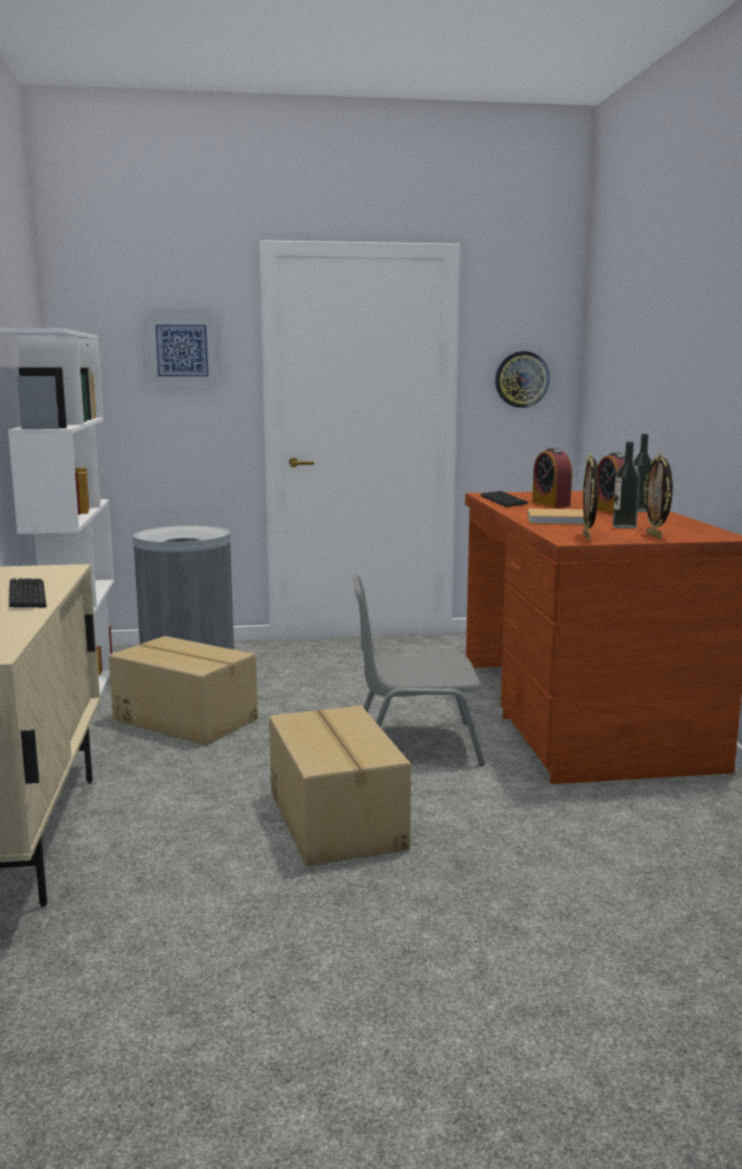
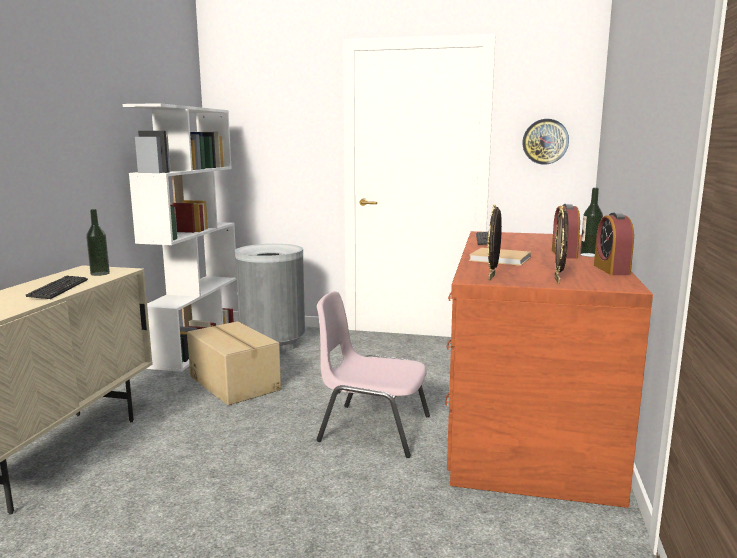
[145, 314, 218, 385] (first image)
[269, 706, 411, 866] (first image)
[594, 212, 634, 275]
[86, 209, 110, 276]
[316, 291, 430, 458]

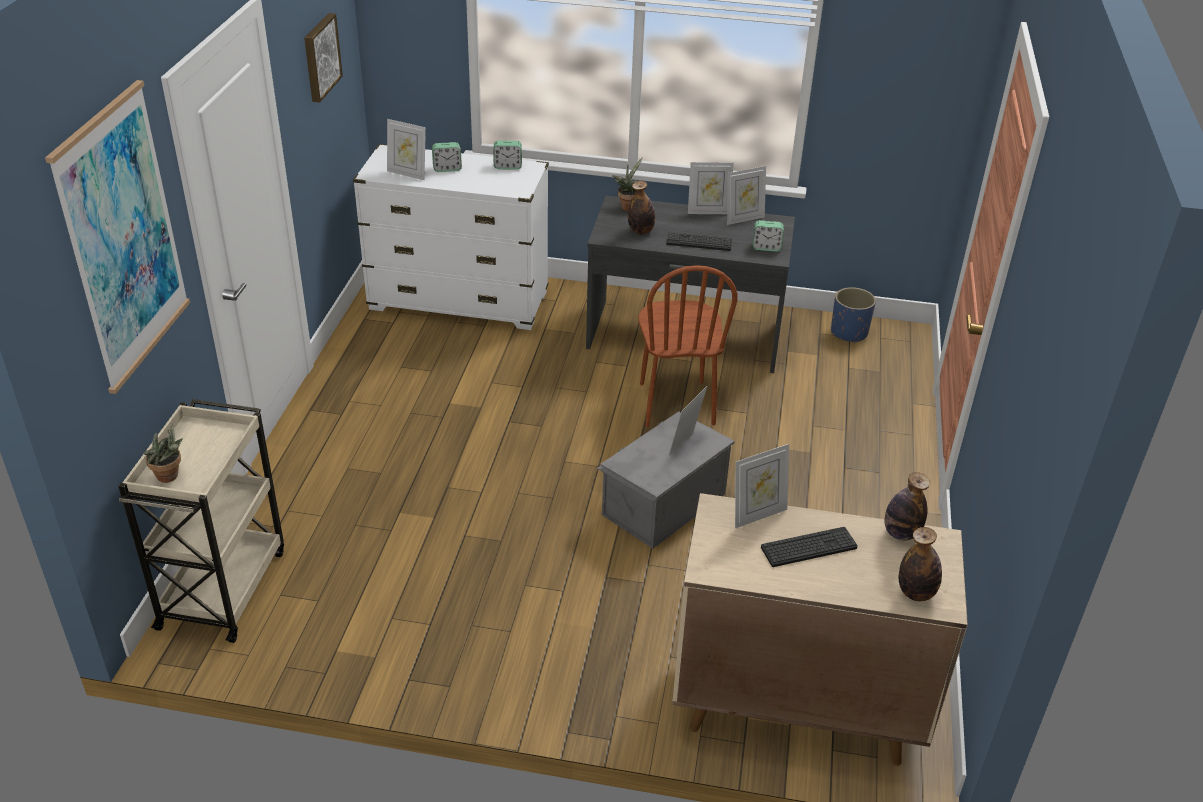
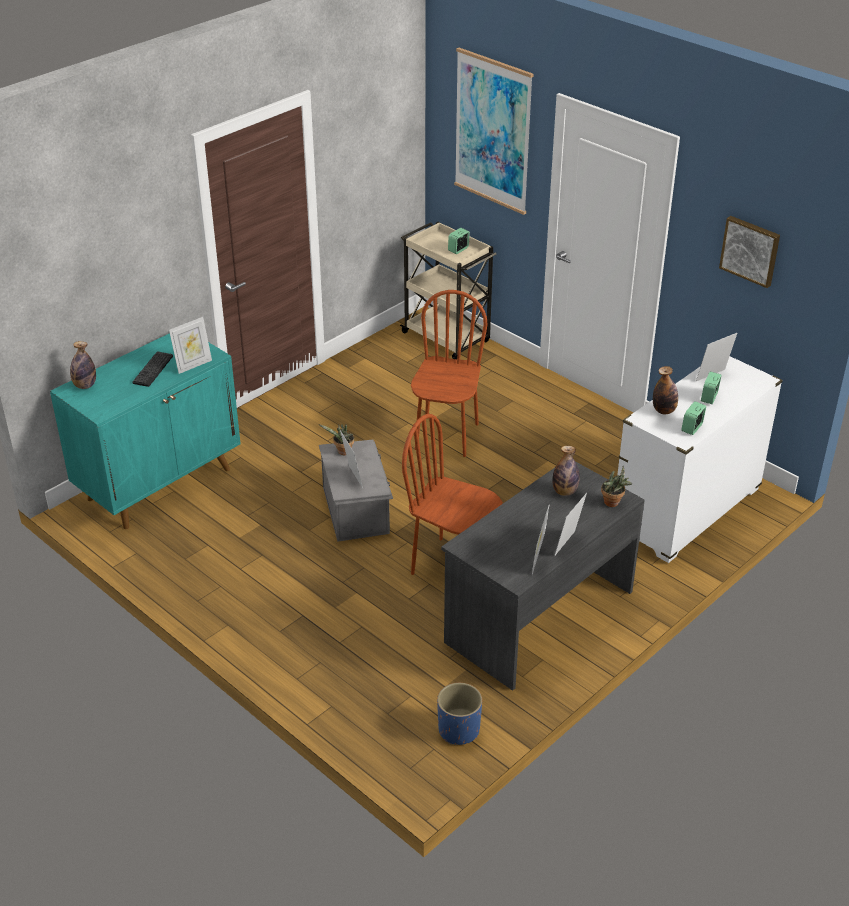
[666, 232, 732, 251] (first image)
[411, 290, 487, 457]
[319, 424, 354, 455]
[448, 228, 470, 254]
[653, 366, 678, 414]
[50, 333, 241, 529]
[169, 317, 212, 374]

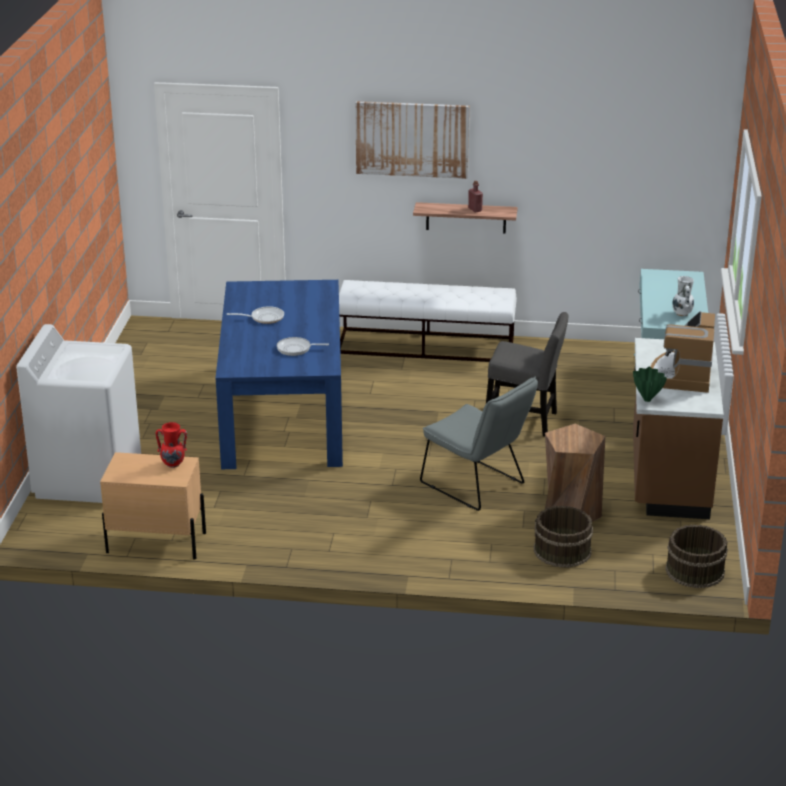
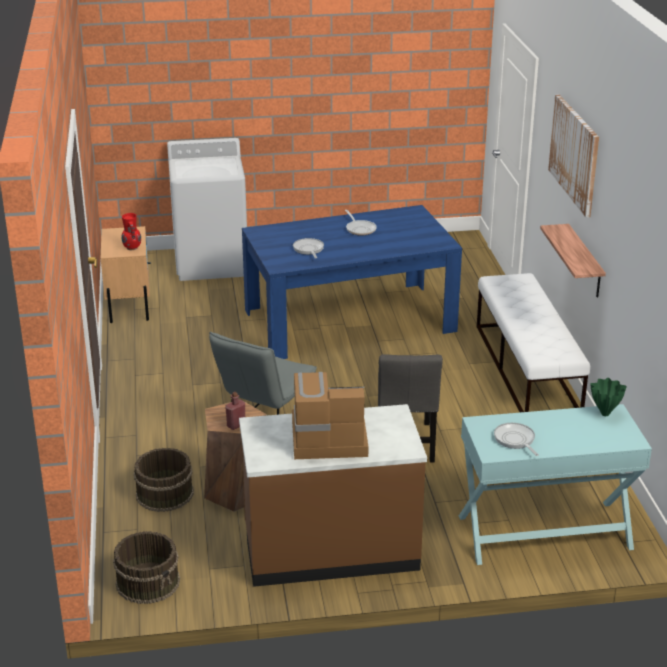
[225, 392, 245, 430]
[591, 378, 627, 416]
[494, 423, 539, 456]

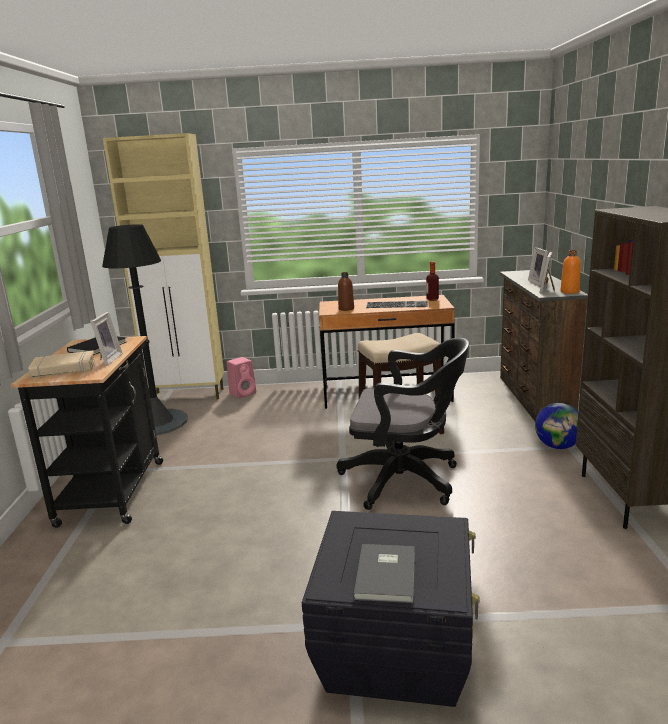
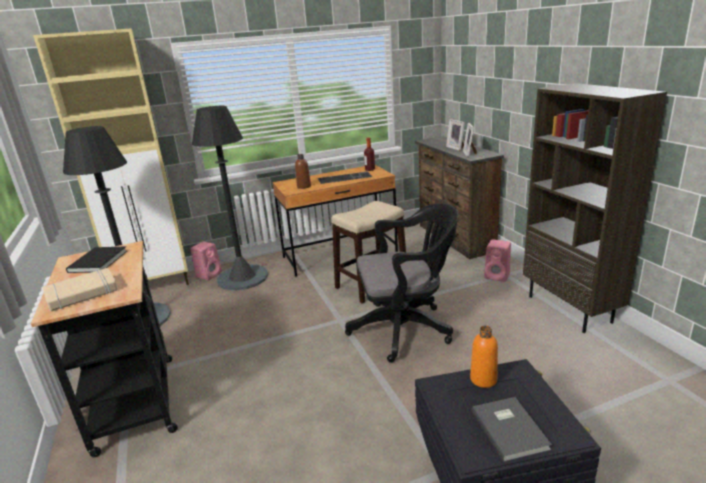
[90, 312, 122, 366] (first image)
[192, 106, 268, 291]
[470, 326, 498, 388]
[484, 239, 511, 282]

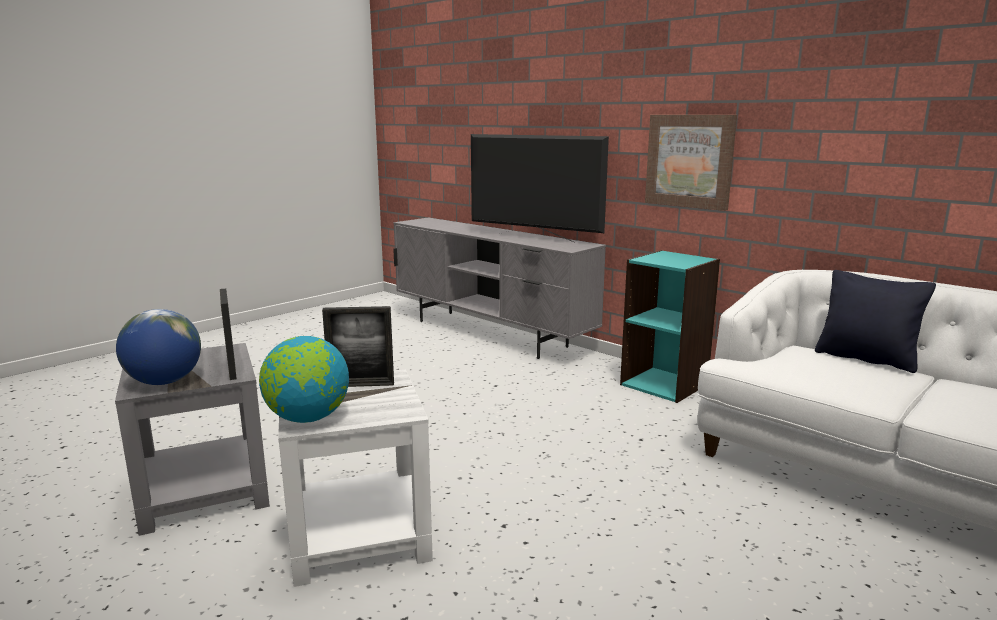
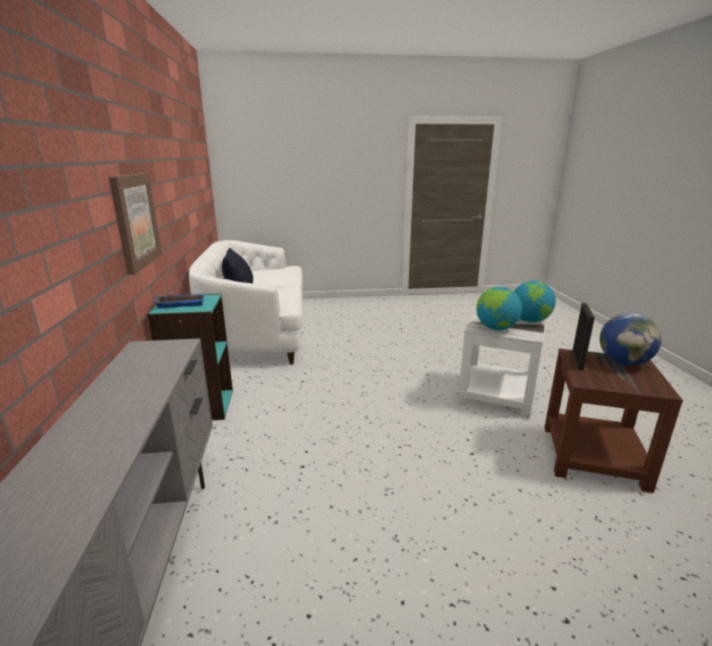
[471, 134, 609, 243] (first image)
[153, 294, 205, 309]
[476, 287, 522, 330]
[545, 349, 683, 493]

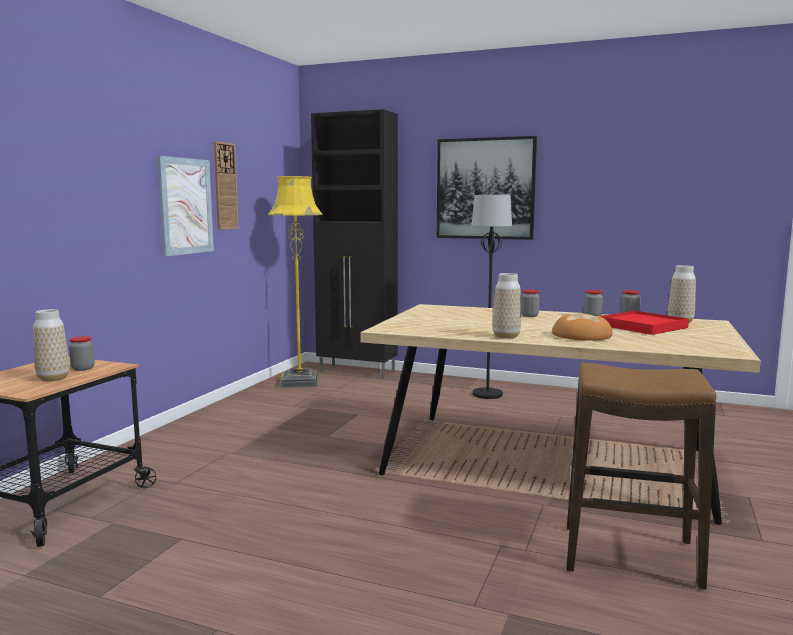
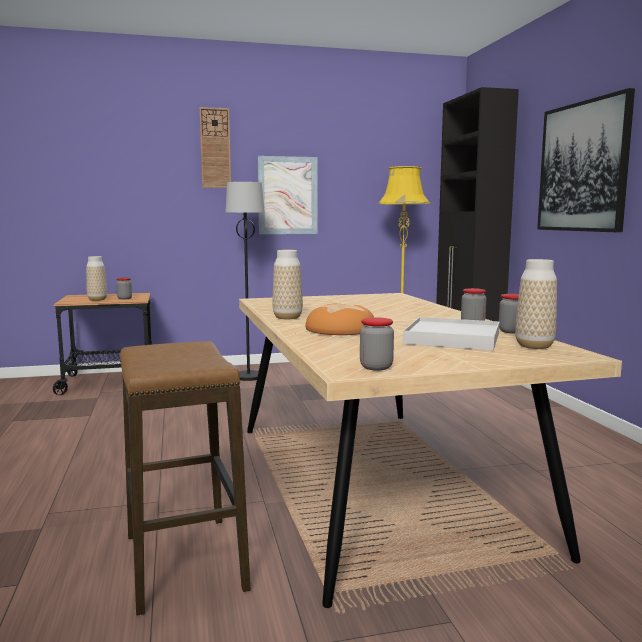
[199, 107, 231, 188]
[225, 182, 265, 381]
[360, 317, 394, 370]
[403, 317, 500, 351]

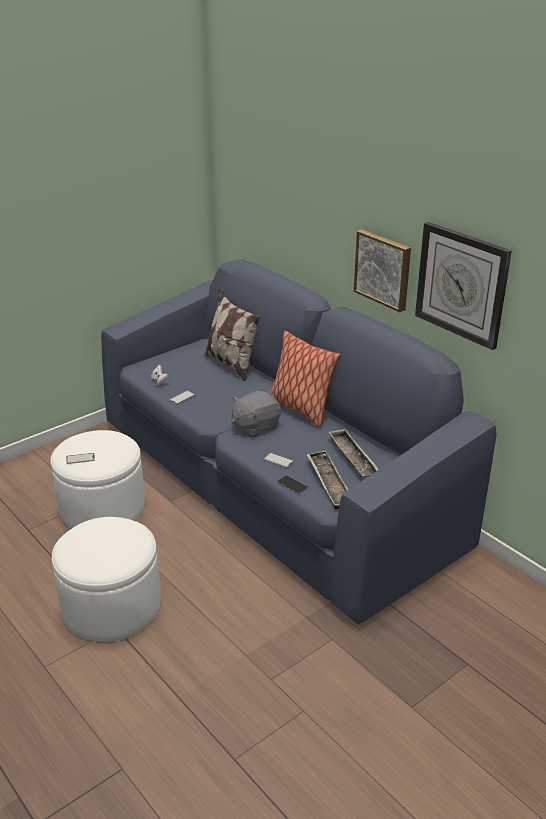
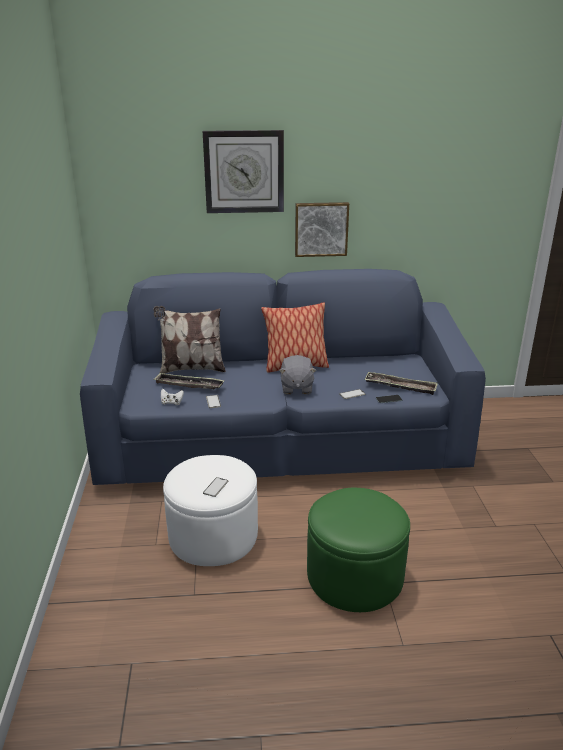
[153, 373, 225, 389]
[203, 130, 284, 213]
[307, 488, 410, 612]

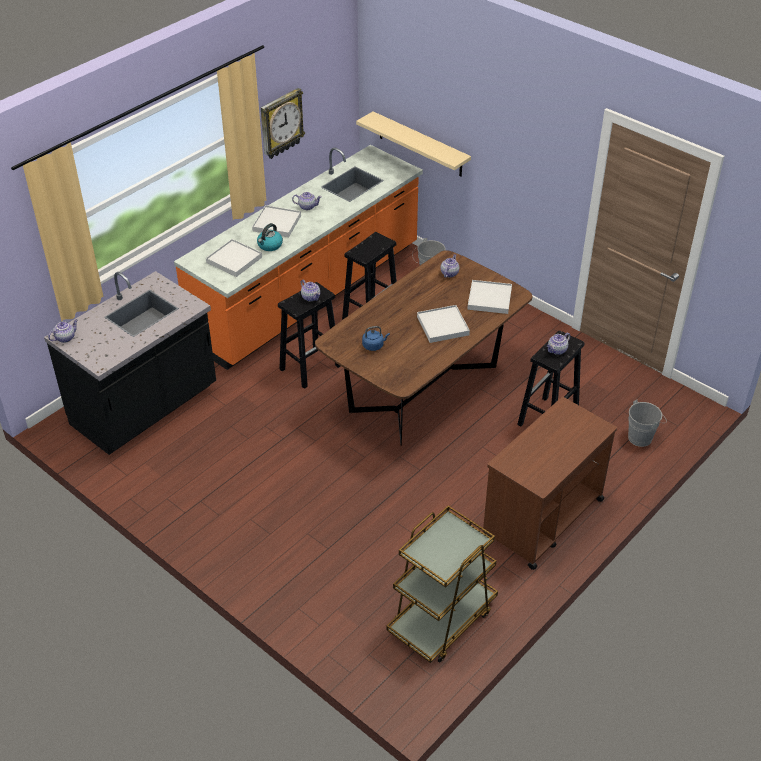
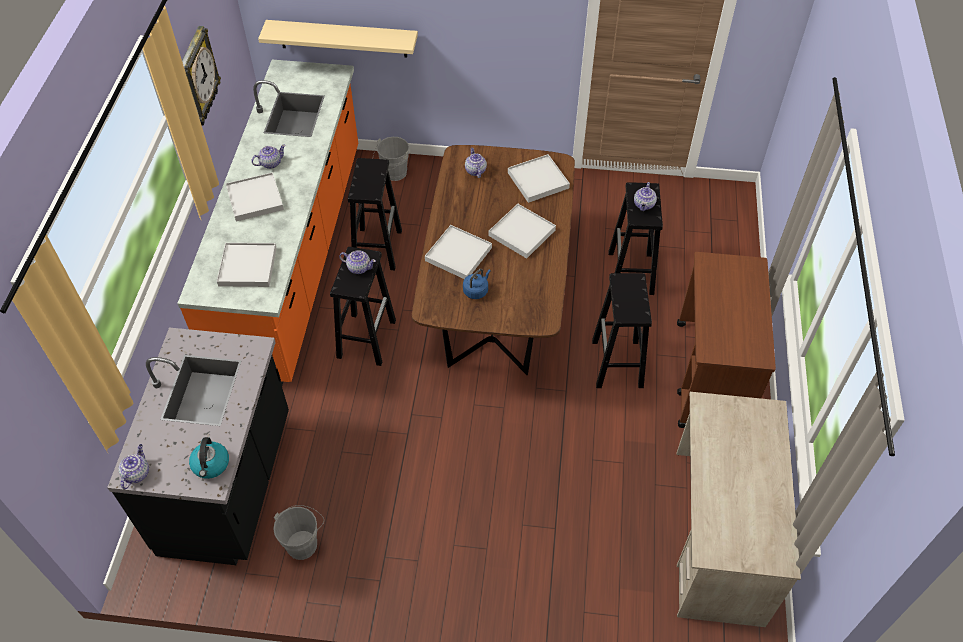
[425, 225, 492, 279]
[592, 273, 652, 388]
[189, 437, 229, 479]
[273, 505, 324, 560]
[676, 392, 801, 627]

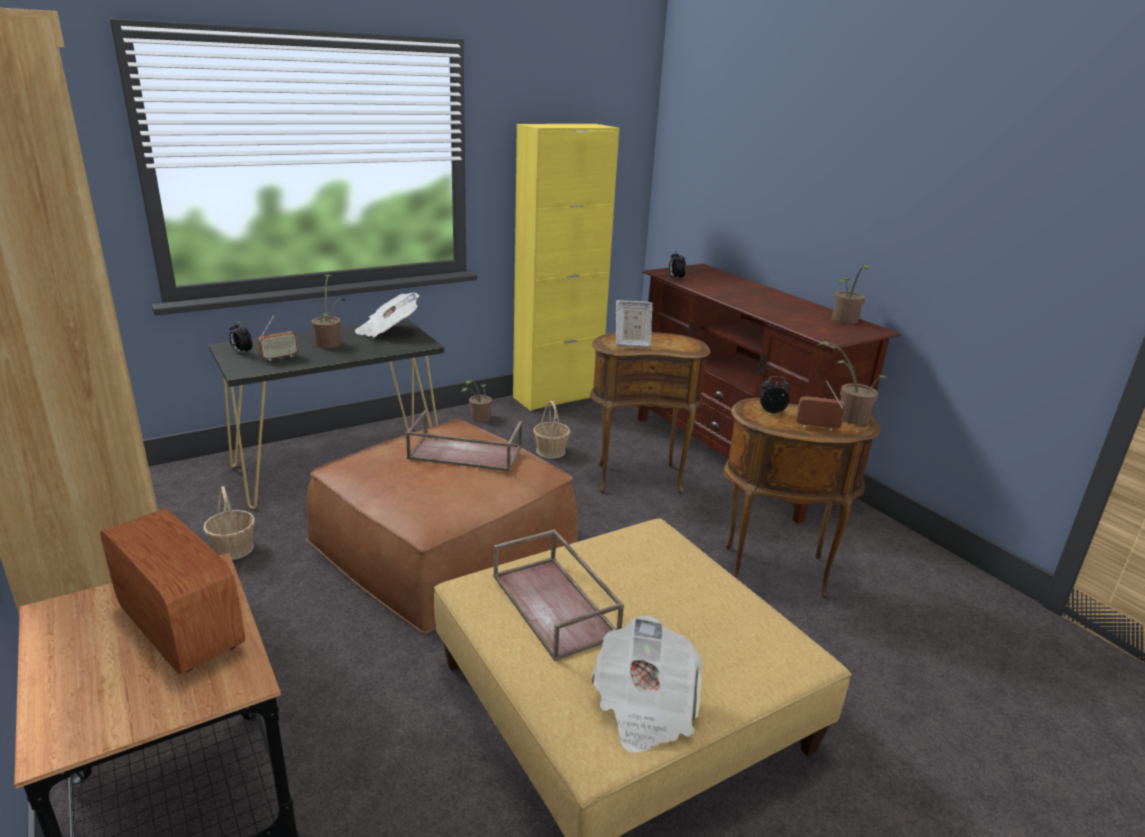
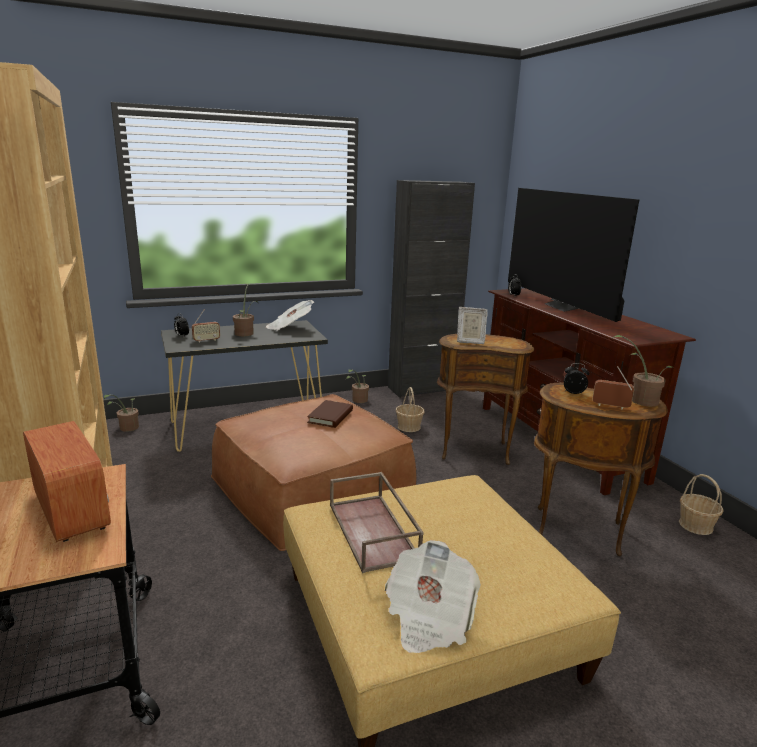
[508, 188, 639, 322]
[679, 474, 724, 535]
[104, 394, 139, 432]
[307, 400, 353, 428]
[388, 180, 475, 398]

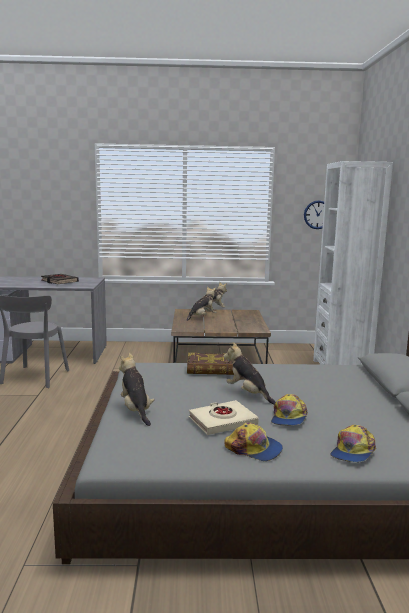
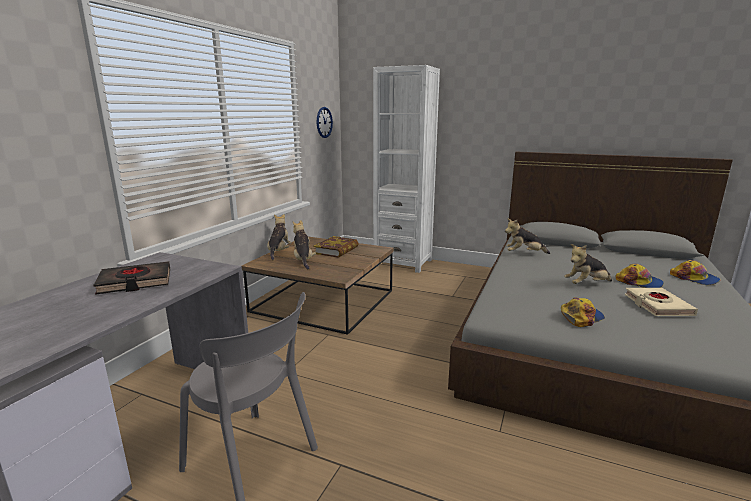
[505, 218, 550, 254]
[313, 236, 359, 258]
[561, 297, 605, 327]

